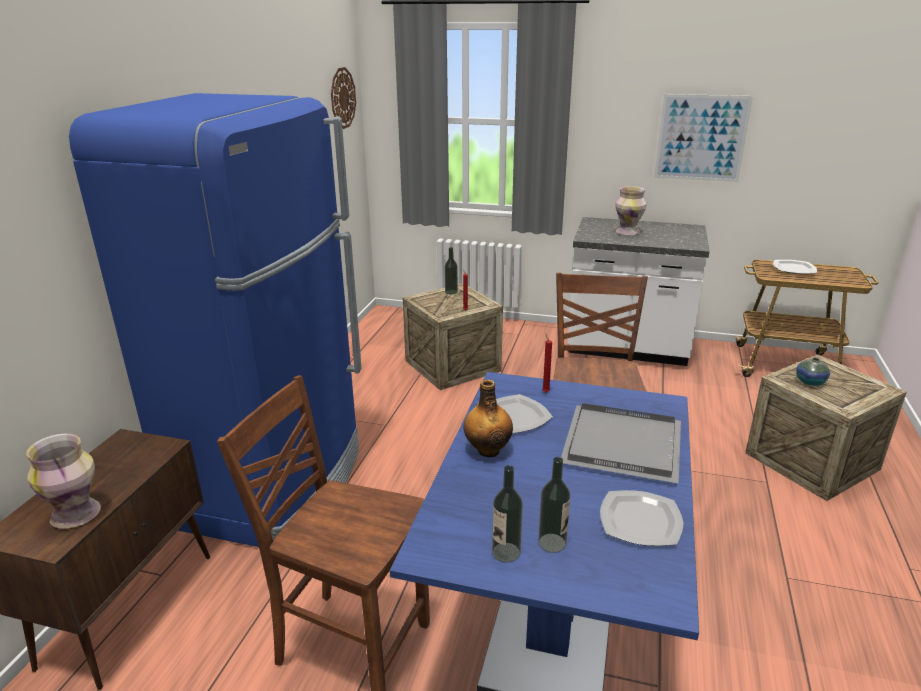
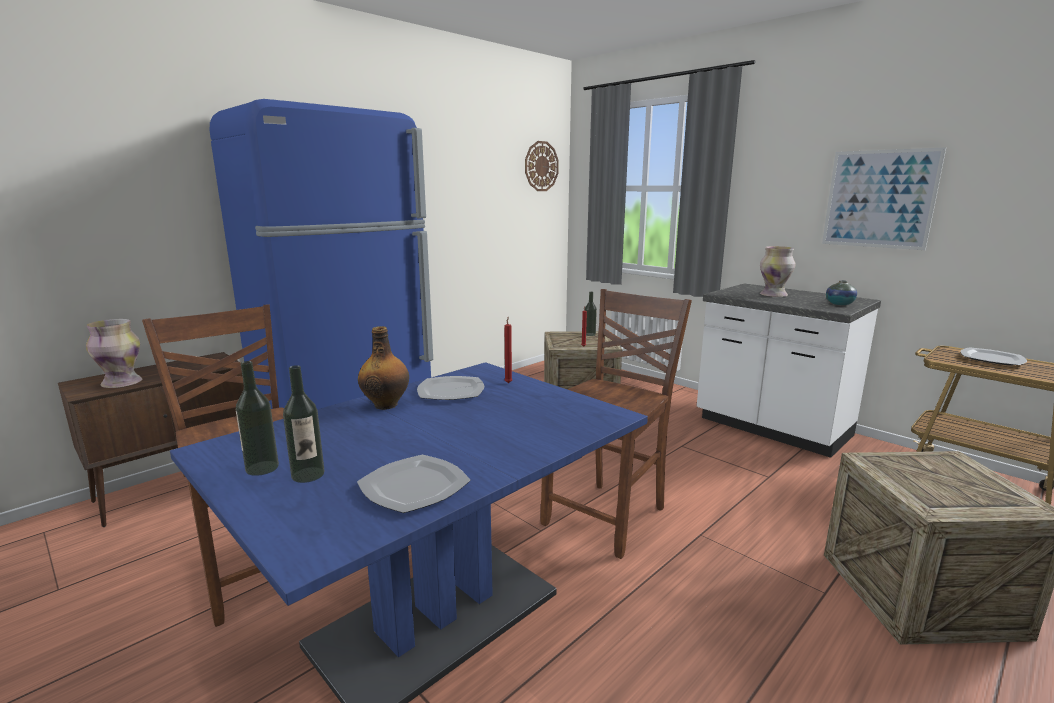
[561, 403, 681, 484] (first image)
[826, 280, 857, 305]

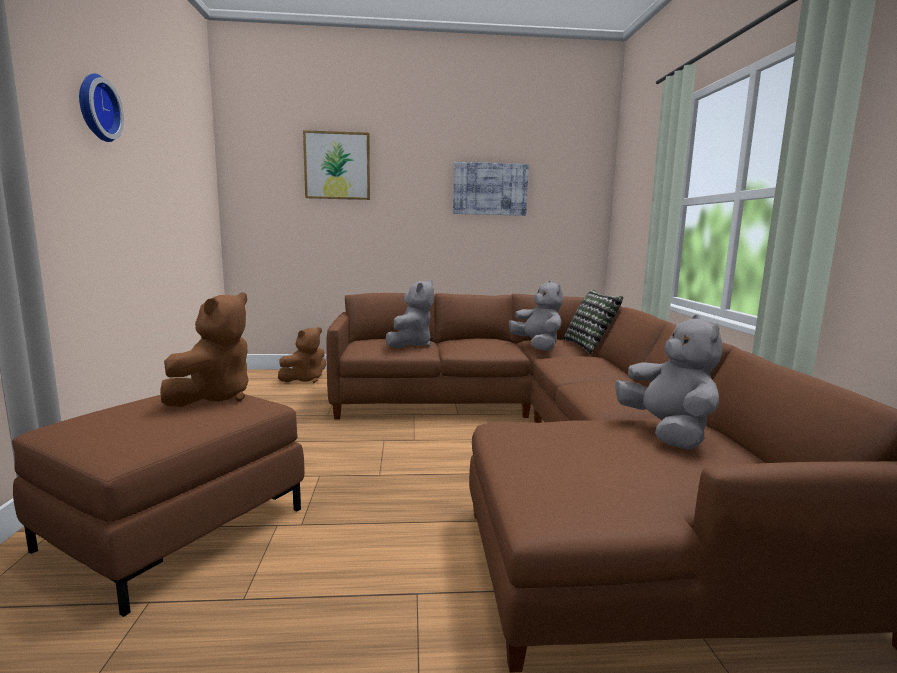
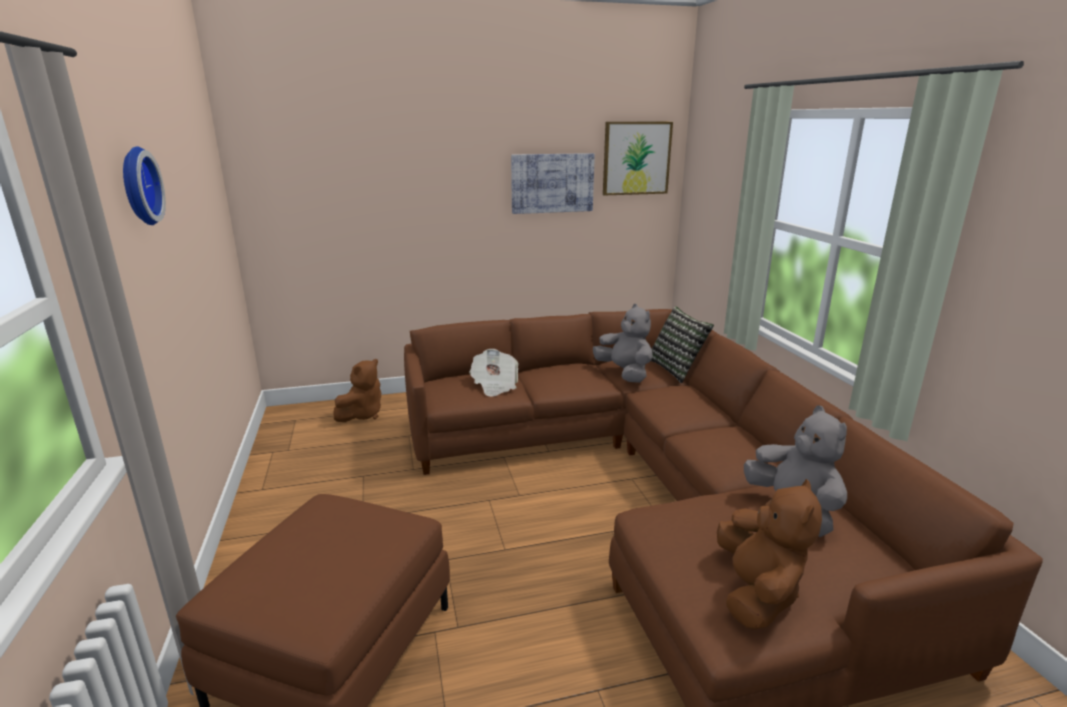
[717, 479, 822, 630]
[603, 122, 673, 196]
[470, 349, 518, 397]

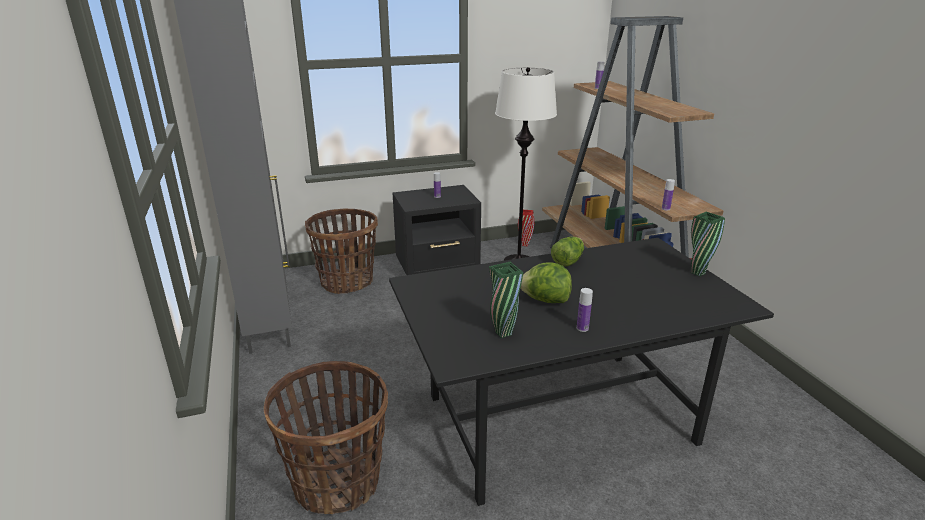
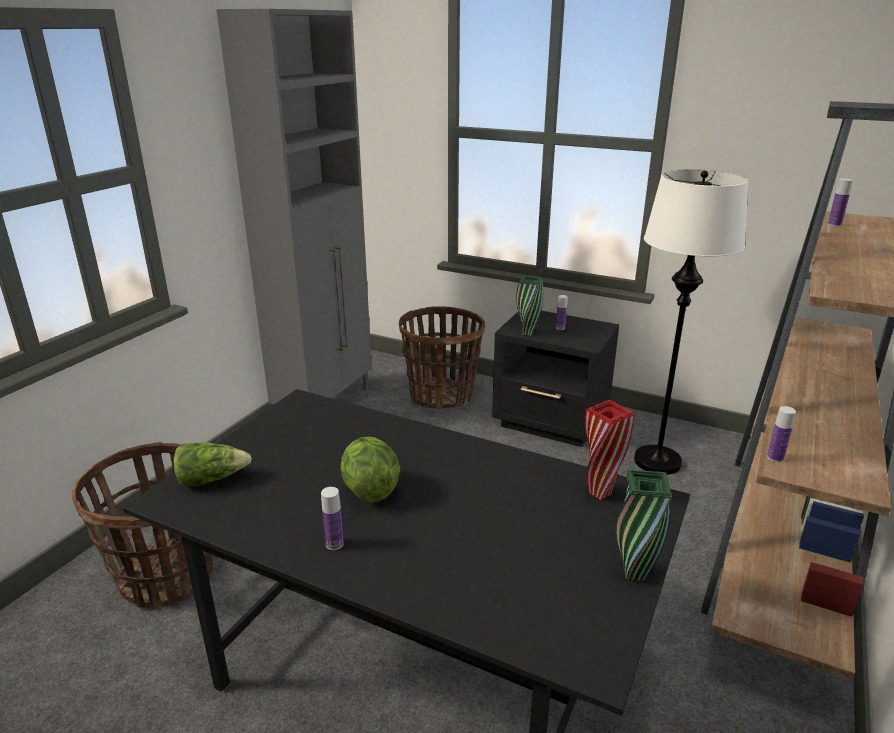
[516, 276, 543, 336]
[585, 400, 635, 500]
[173, 442, 252, 486]

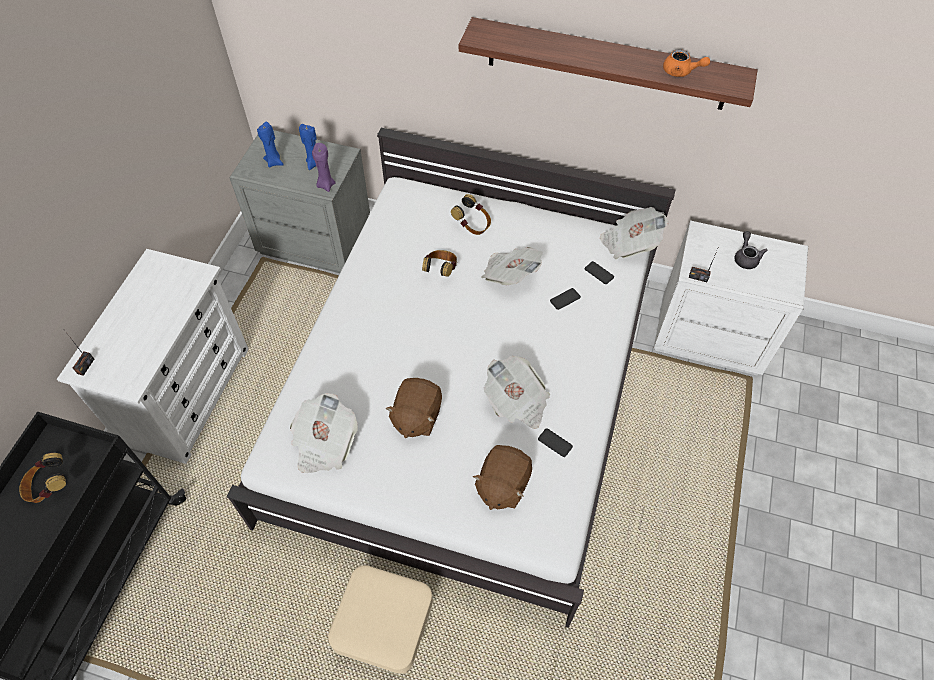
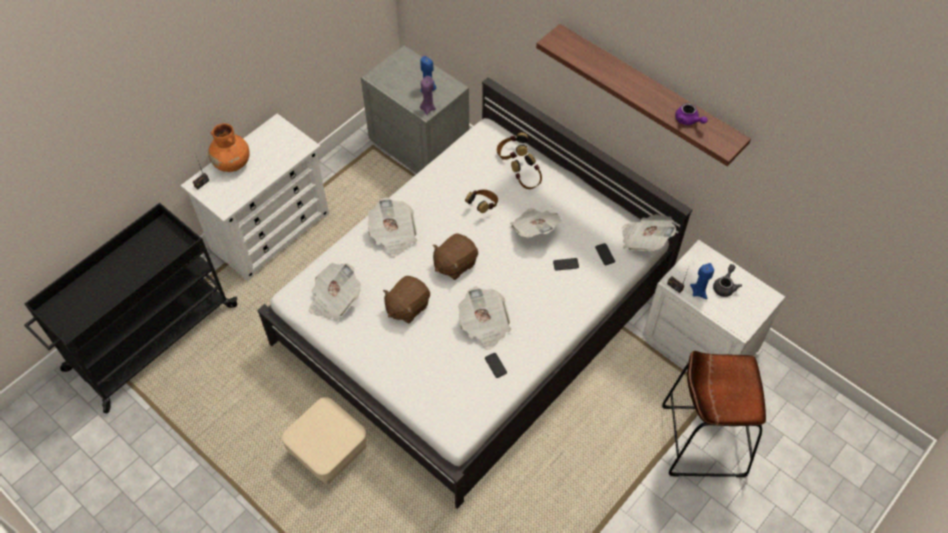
[208, 123, 250, 172]
[368, 197, 417, 258]
[662, 351, 766, 477]
[497, 132, 528, 160]
[690, 263, 714, 299]
[433, 233, 478, 280]
[675, 103, 708, 125]

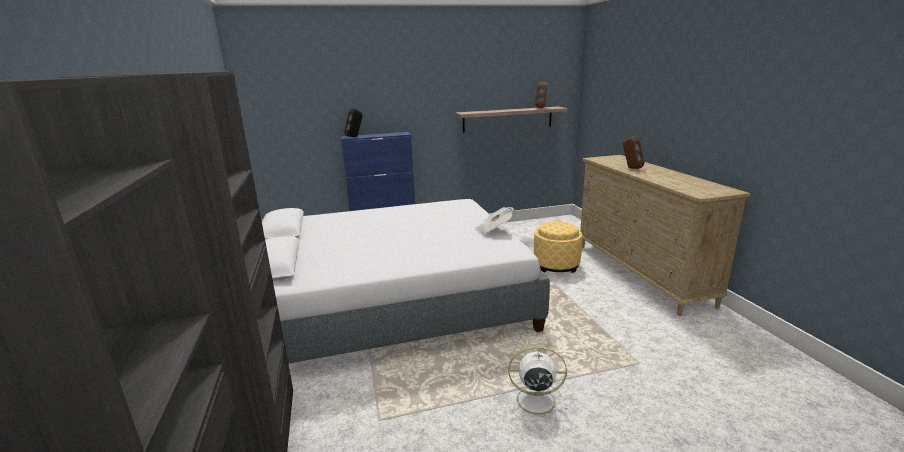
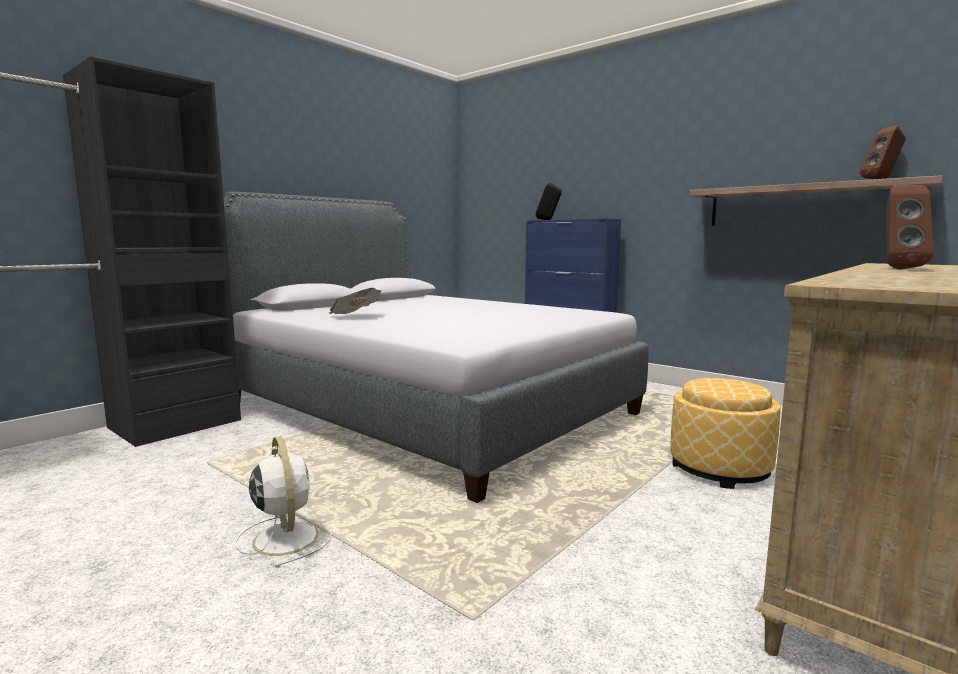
[329, 288, 382, 314]

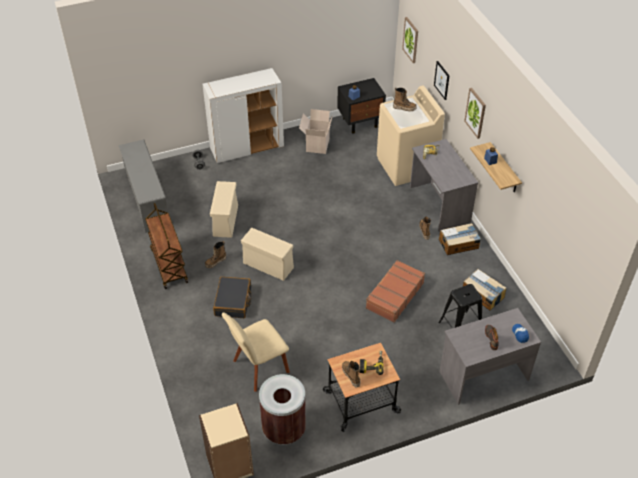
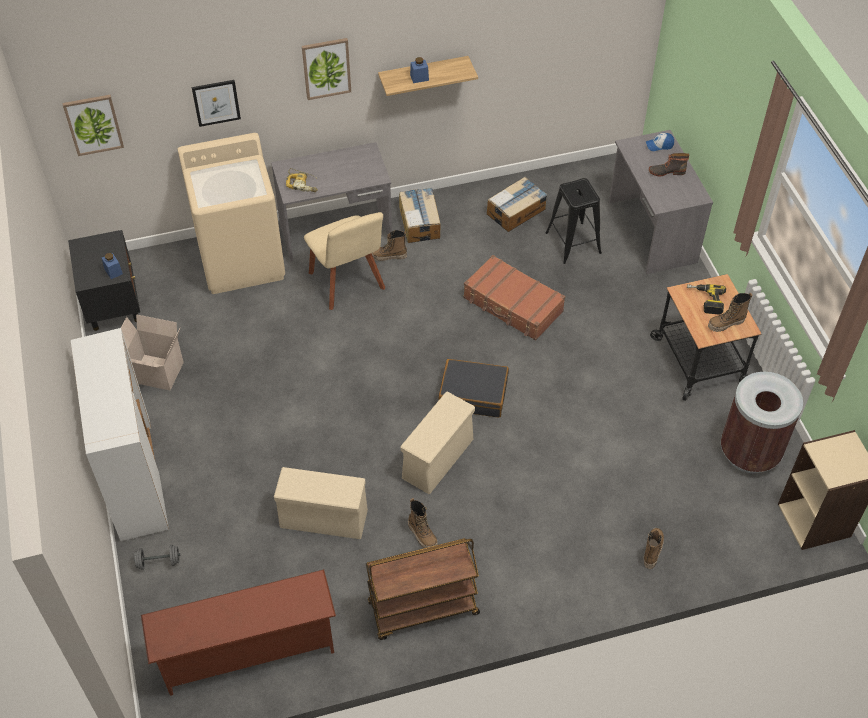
[439, 359, 509, 417]
[304, 212, 385, 310]
[644, 528, 664, 569]
[141, 569, 336, 696]

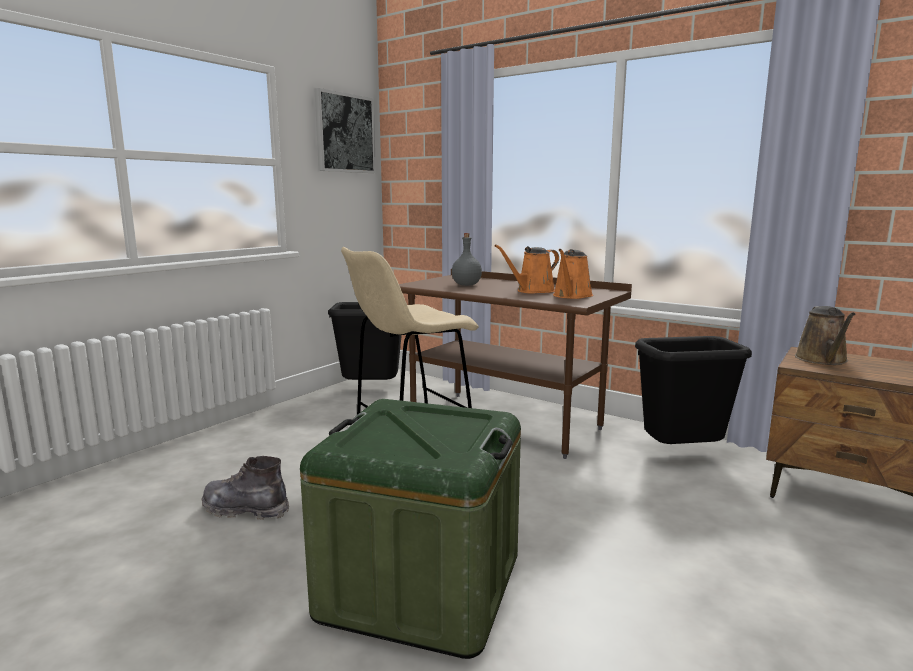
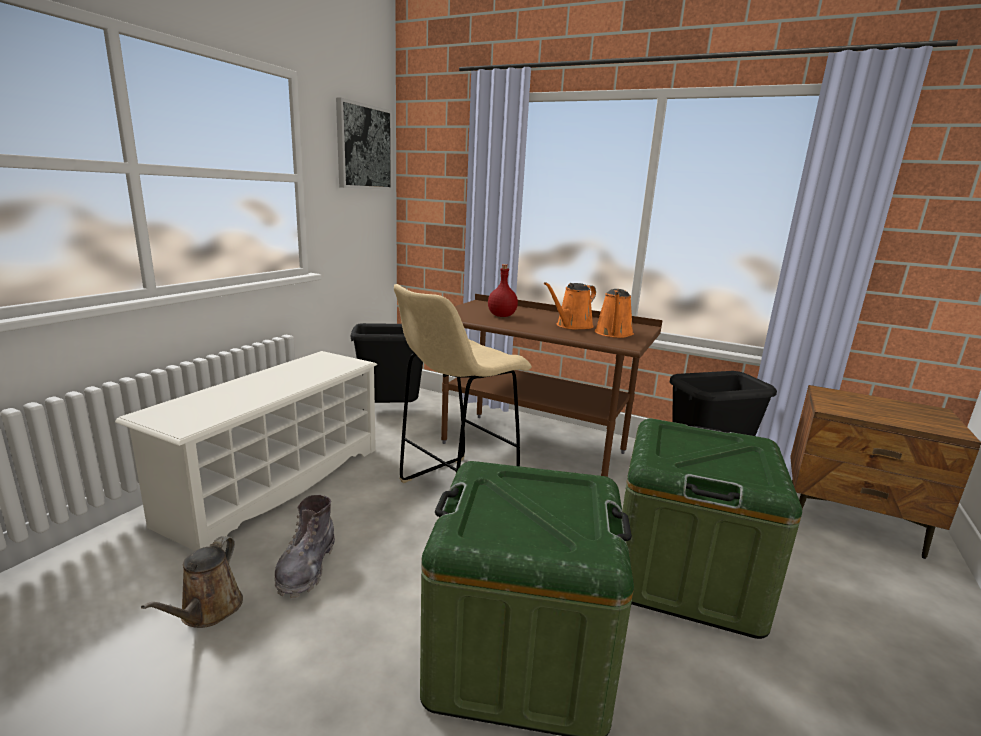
[115, 351, 377, 551]
[622, 419, 802, 639]
[141, 536, 243, 628]
[488, 264, 518, 317]
[274, 495, 335, 598]

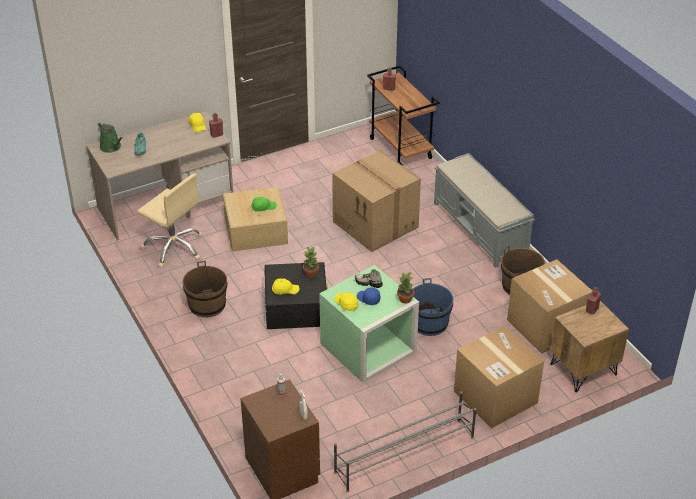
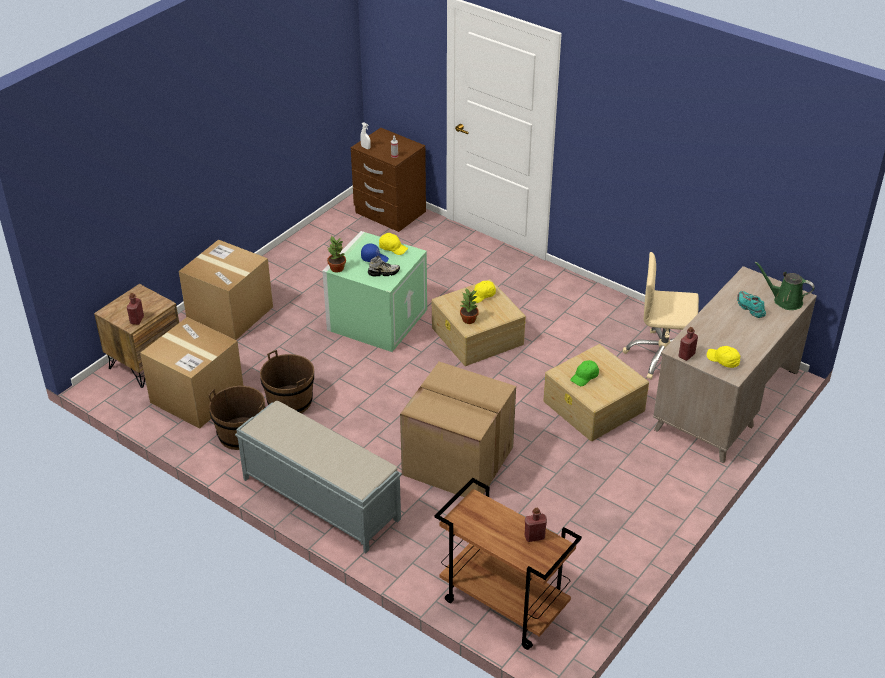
[334, 391, 476, 492] (first image)
[413, 278, 454, 336] (first image)
[260, 350, 314, 413]
[432, 279, 525, 366]

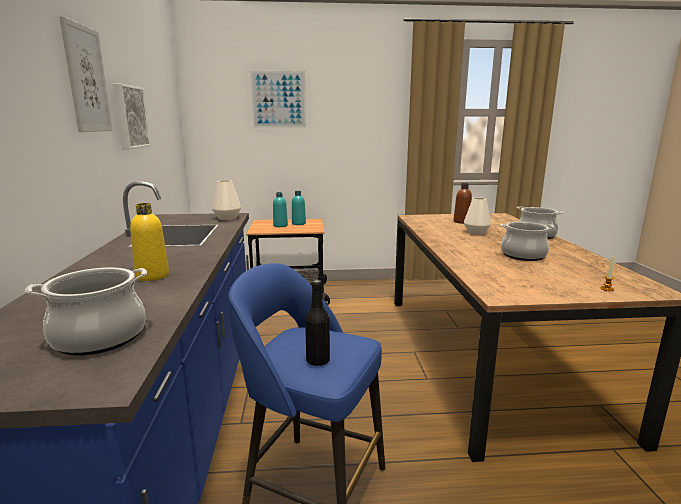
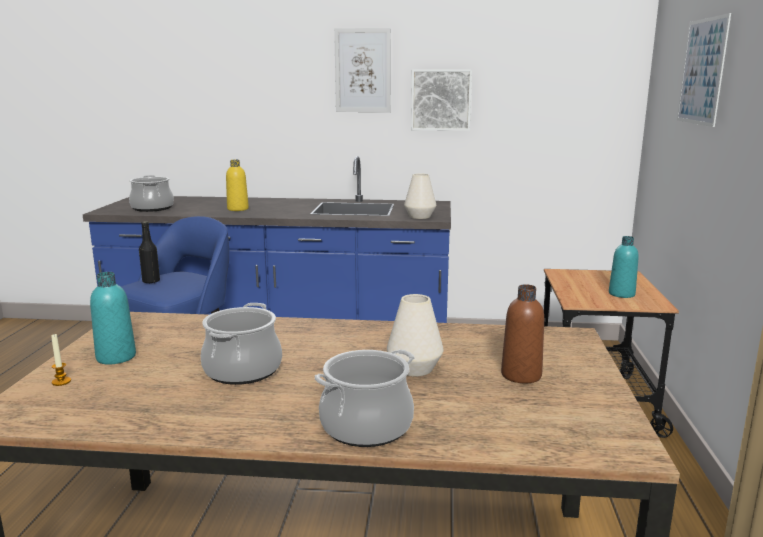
[90, 272, 136, 364]

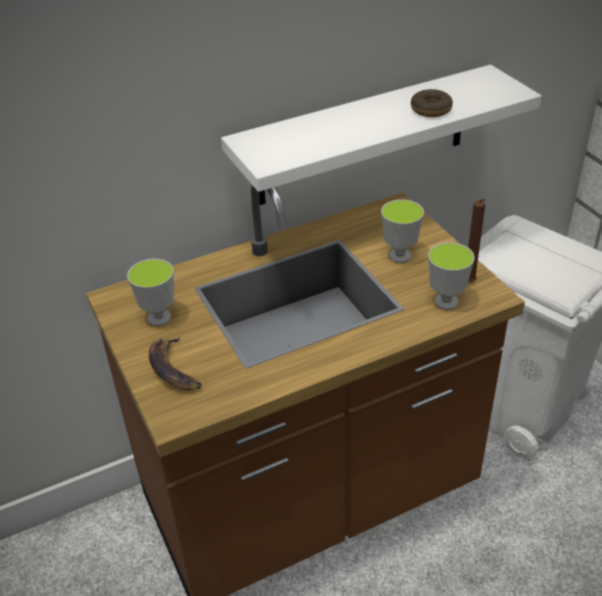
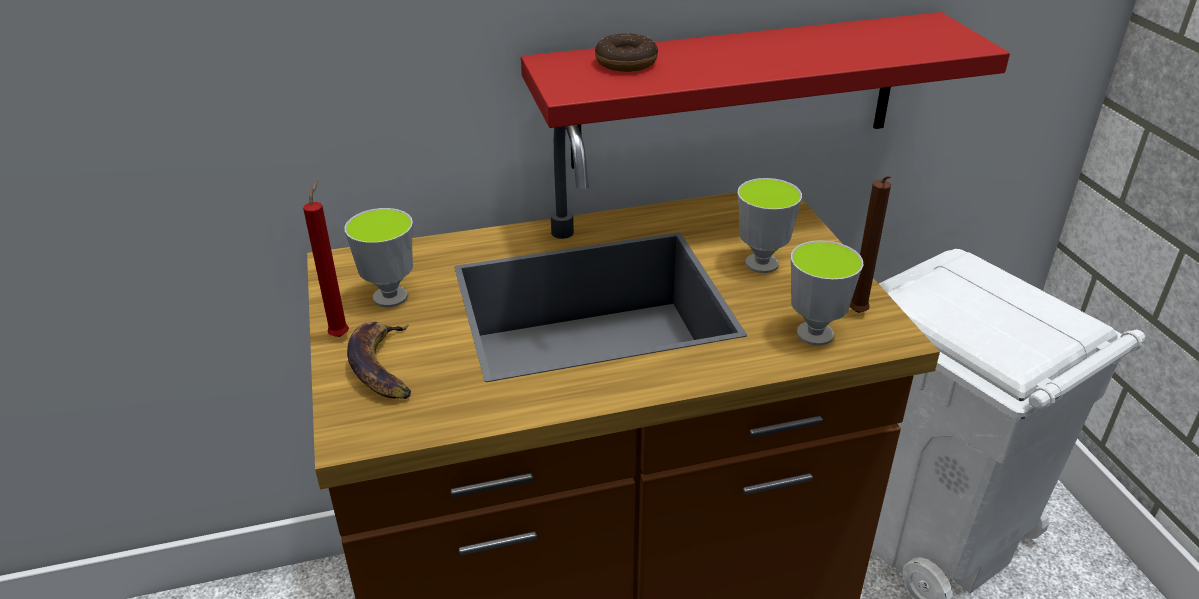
[303, 181, 349, 337]
[595, 33, 658, 72]
[521, 12, 1010, 169]

